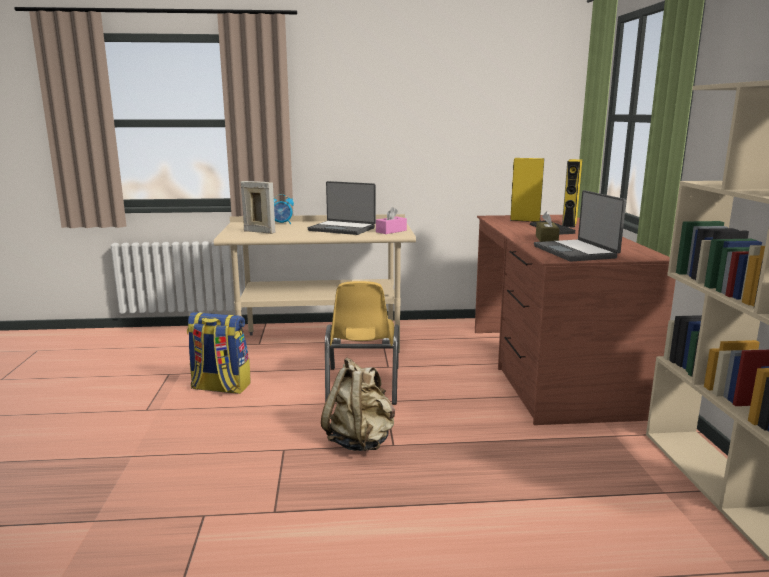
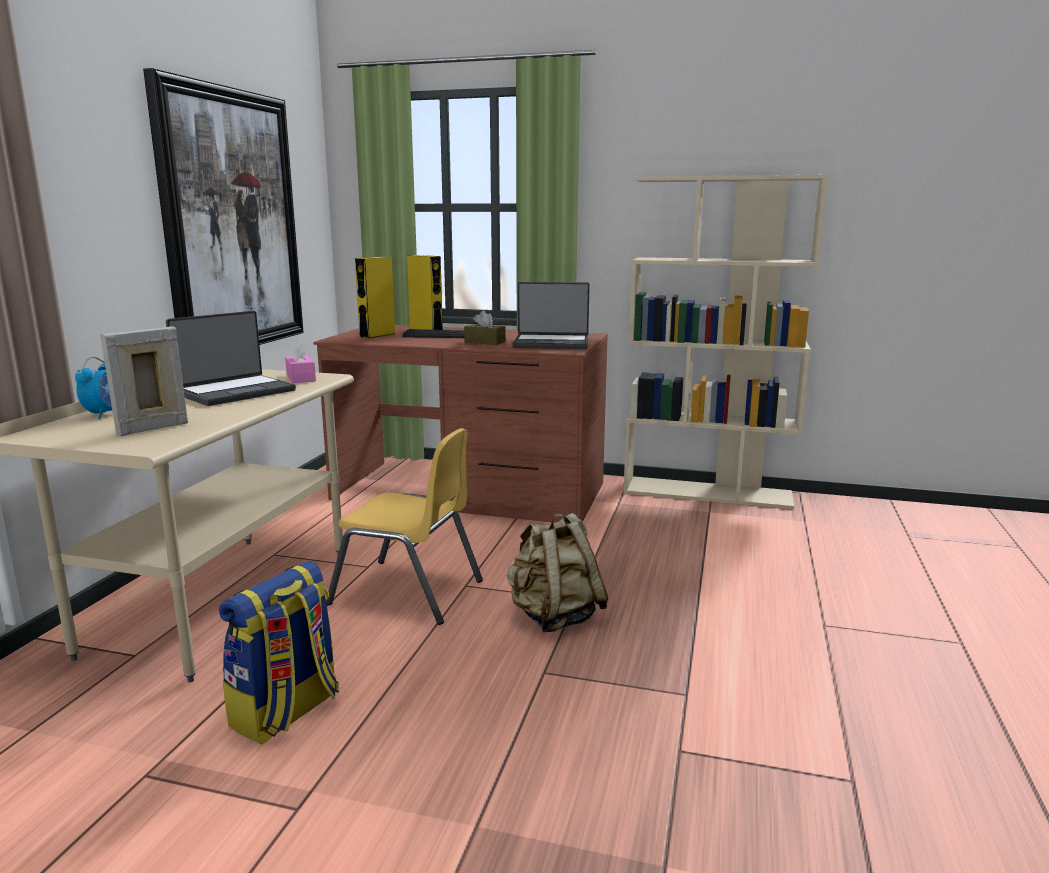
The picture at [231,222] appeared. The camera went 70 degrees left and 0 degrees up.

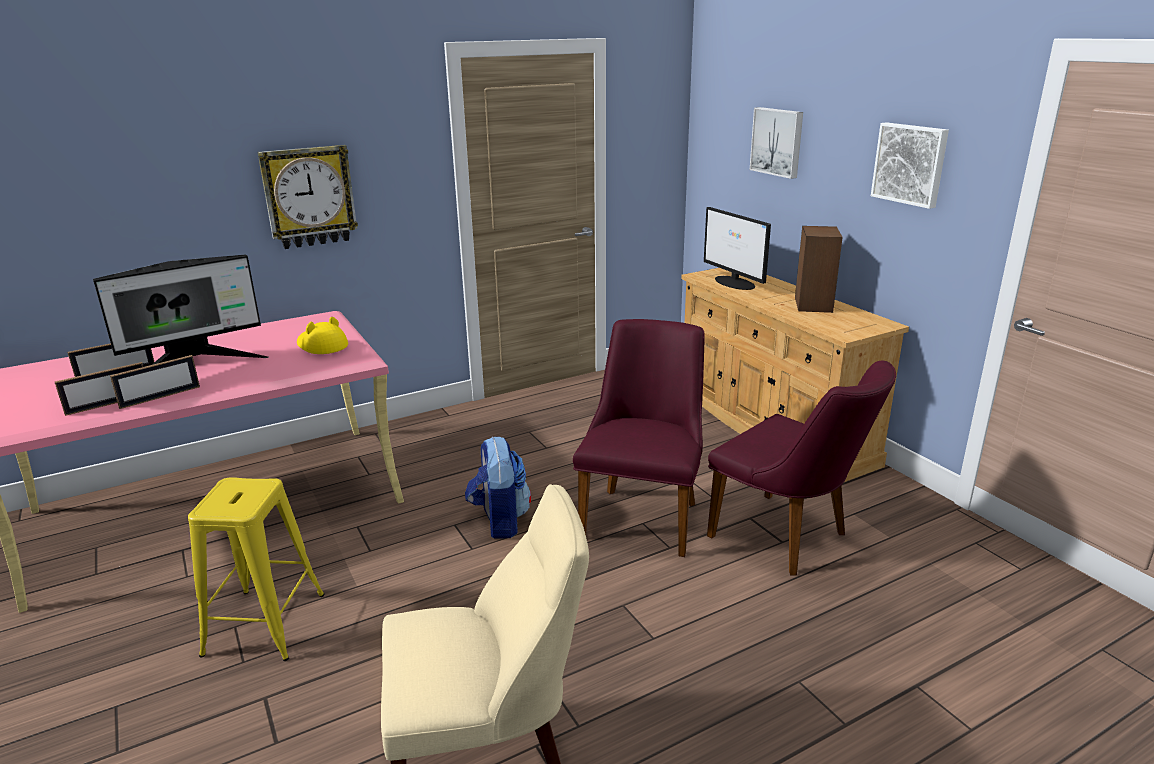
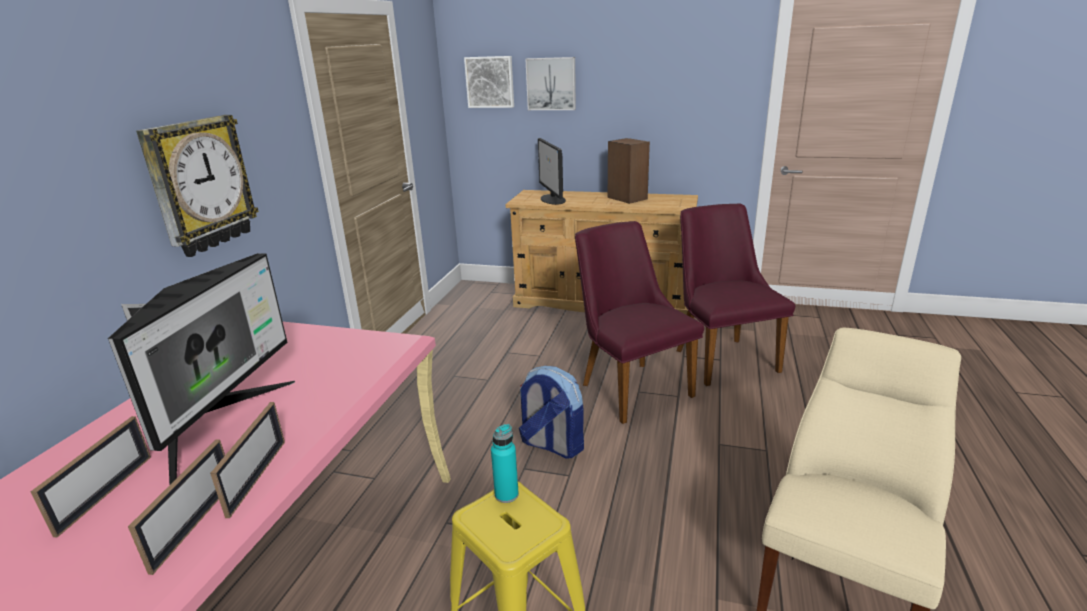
The yellow hat at [321,345] disappeared. The turquoise-coloured drink bottle at [506,494] appeared. The picture moved from [910,164] to [490,82]. The monitor at [735,283] turned 60 degrees clockwise. The purple plain chair at [789,539] turned 105 degrees counterclockwise. The camera went 45 degrees left and 0 degrees up.

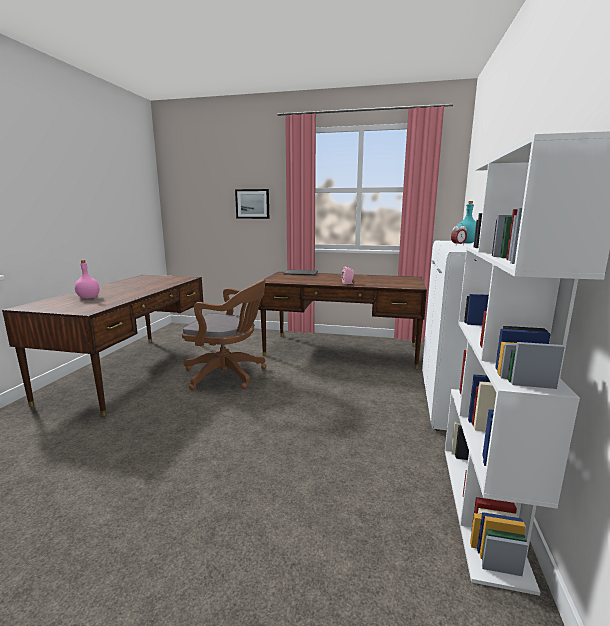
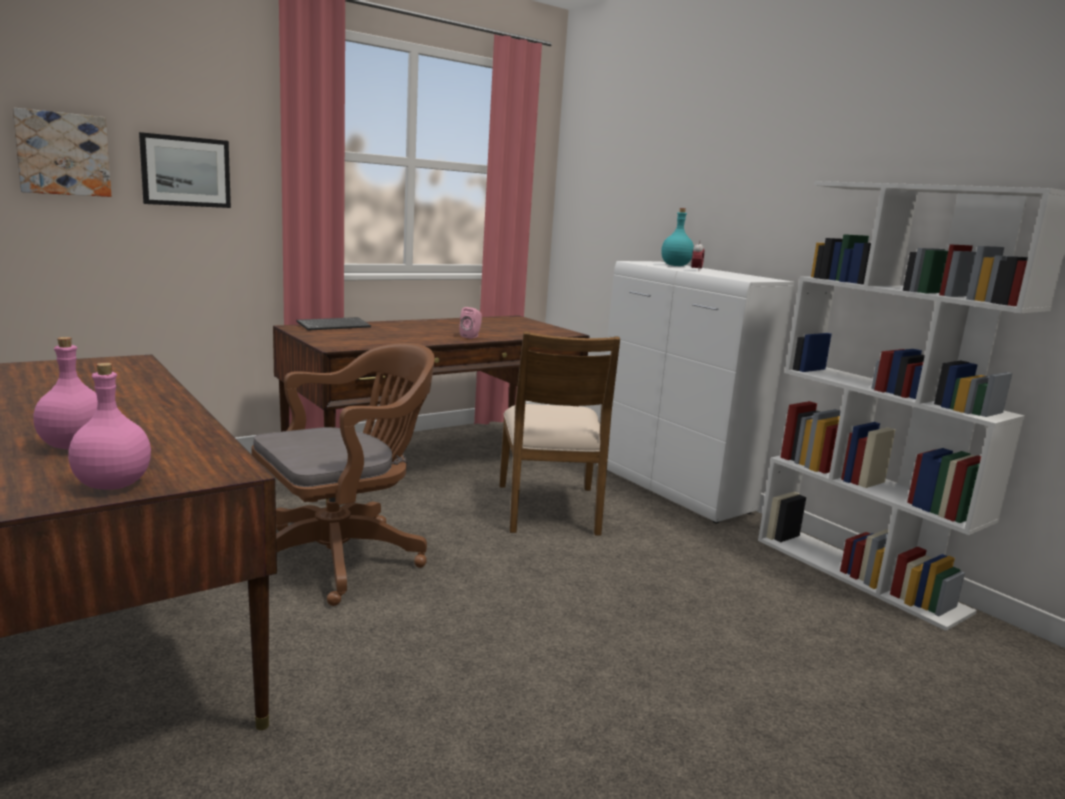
The picture at [63,154] appeared. The pinkish drink bottle at [114,485] appeared. The brown-coloured plain chair at [549,509] appeared. The camera went 50 degrees left and 0 degrees up.

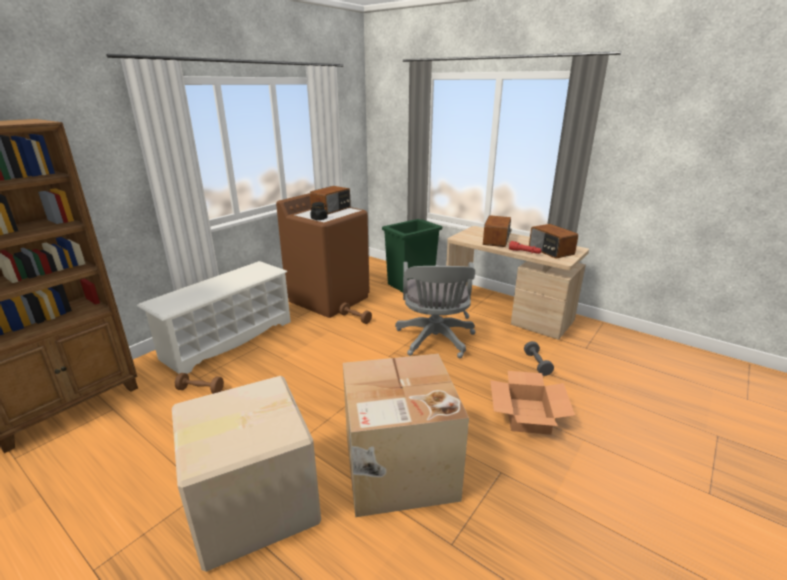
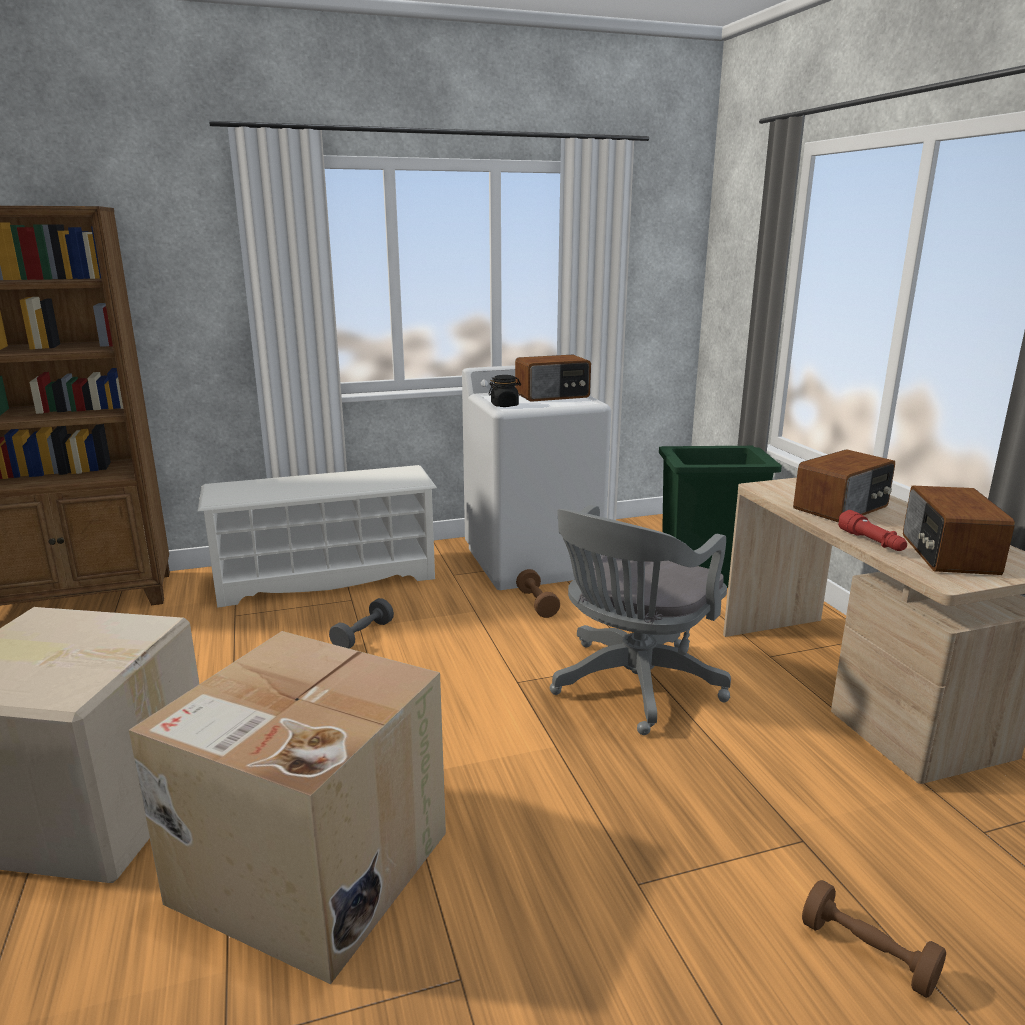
The packing box at [527,415] disappeared. The brown-coloured dumbbell moved from [200,390] to [867,953]. The gray dumbbell moved from [537,364] to [363,635]. The brown-coloured laundry machine at [329,299] became the white-coloured laundry machine at [533,561]. The camera went 35 degrees right and 5 degrees down.

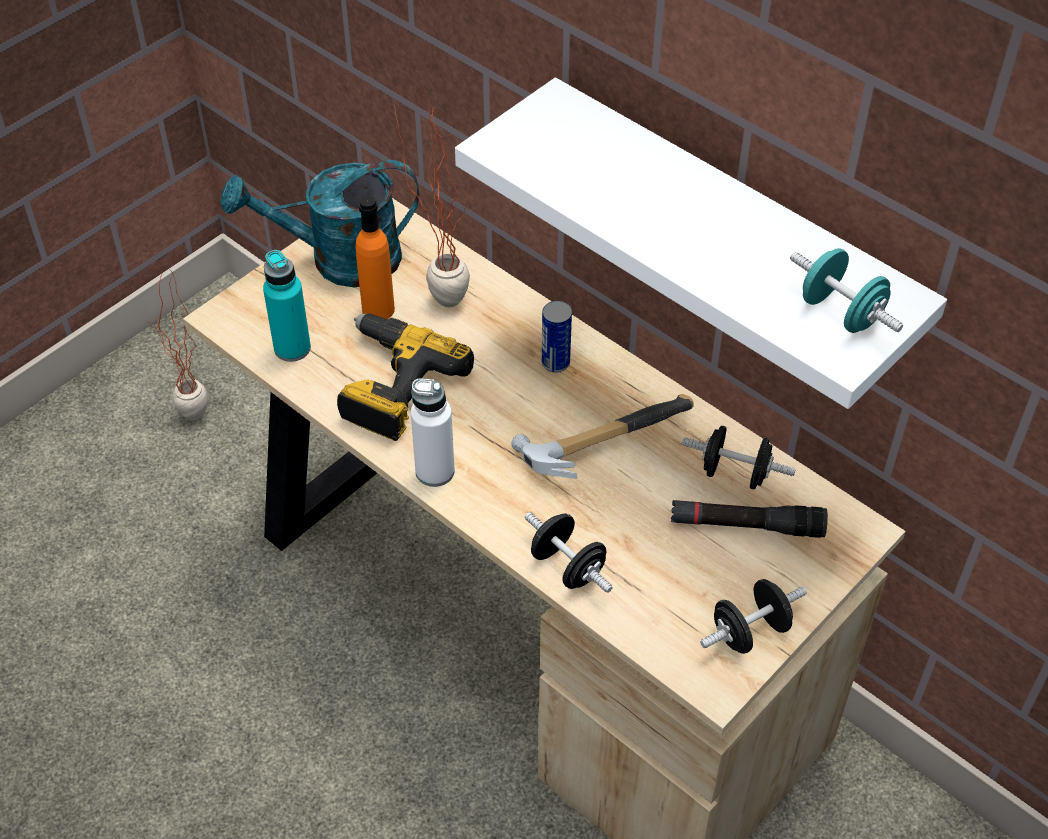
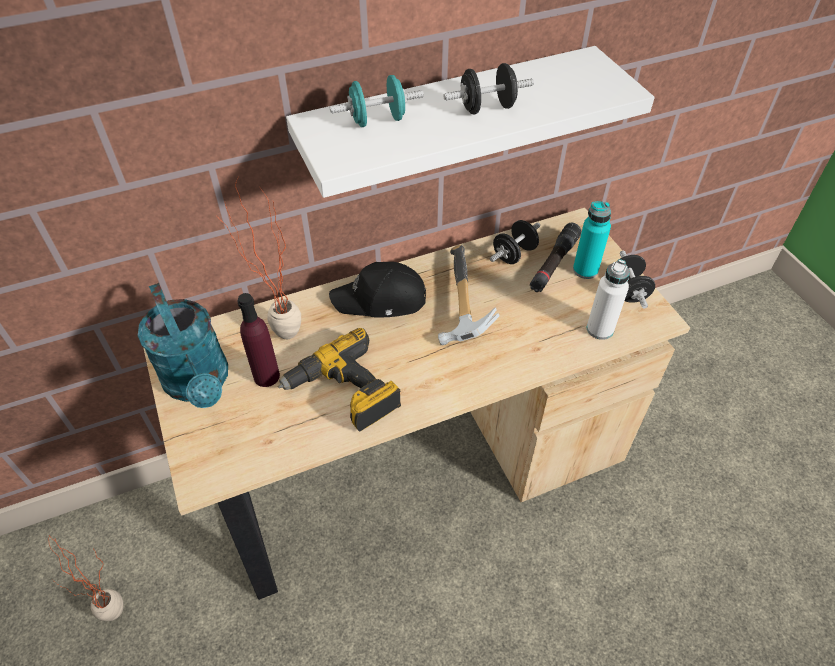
The turquoise-coloured drink bottle moved from [292,348] to [585,270]. The white-coloured drink bottle moved from [435,471] to [600,329]. The black-coloured dumbbell moved from [568,567] to [487,108]. The turquoise-coloured dumbbell moved from [841,312] to [377,120]. The can at [555,363] was replaced by the black-coloured cap at [380,300]. The orange drink bottle at [378,309] became the purple drink bottle at [266,376]. The turquoise-coloured sprinkling can at [339,260] turned 45 degrees counterclockwise. The camera went 65 degrees left and 0 degrees up.

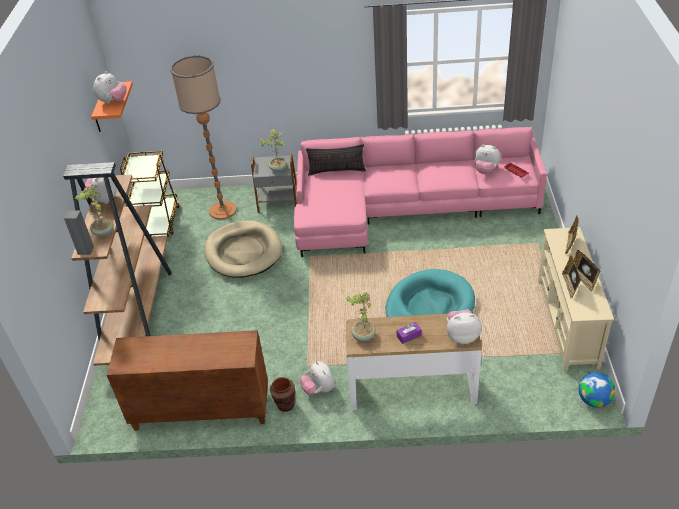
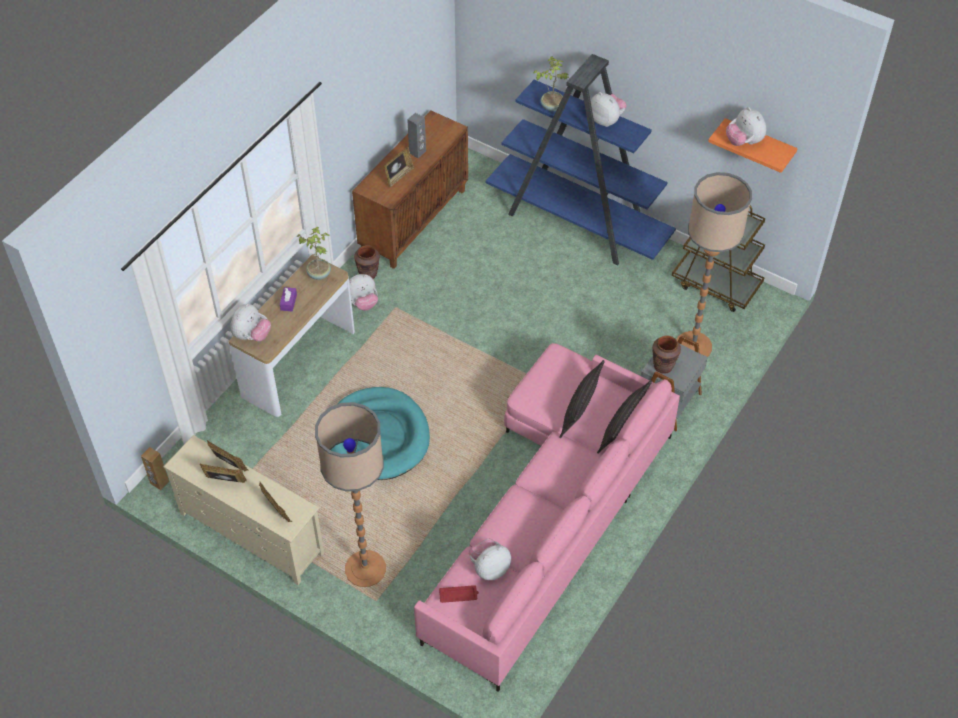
The beige-coloured dog bed at [243,252] disappeared. The floor lamp at [365,569] appeared. The standing frame at [399,176] appeared. The cushion at [580,409] appeared. The gray speaker moved from [86,250] to [417,152]. The potted plant at [278,169] was replaced by the brown-coloured vase at [663,366]. The world globe at [594,400] was replaced by the brown-coloured speaker at [159,482]. The brown-coloured bookshelf at [138,311] became the bluish bookshelf at [578,223]. The plush toy at [319,389] turned 150 degrees clockwise. The camera went 120 degrees right and 10 degrees up.

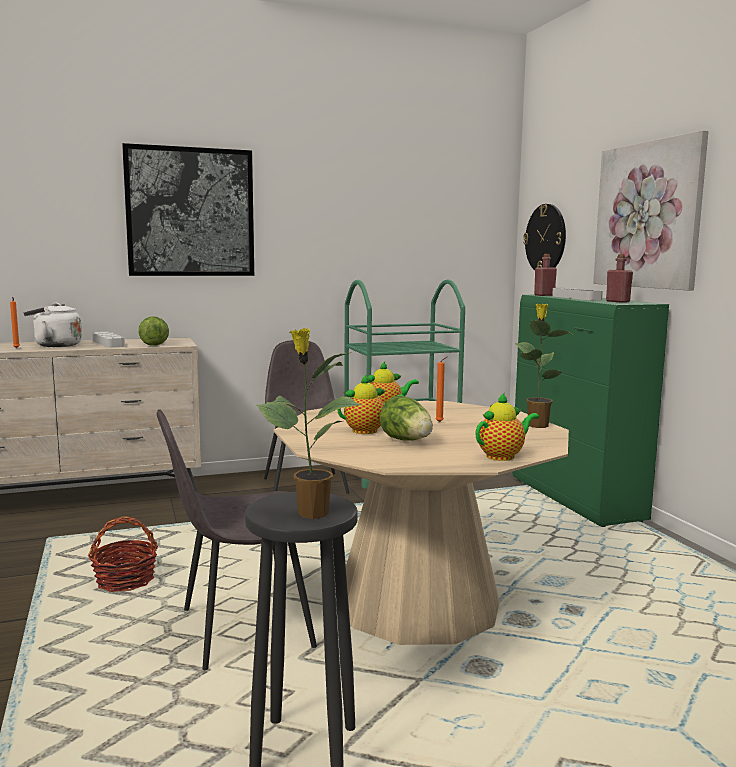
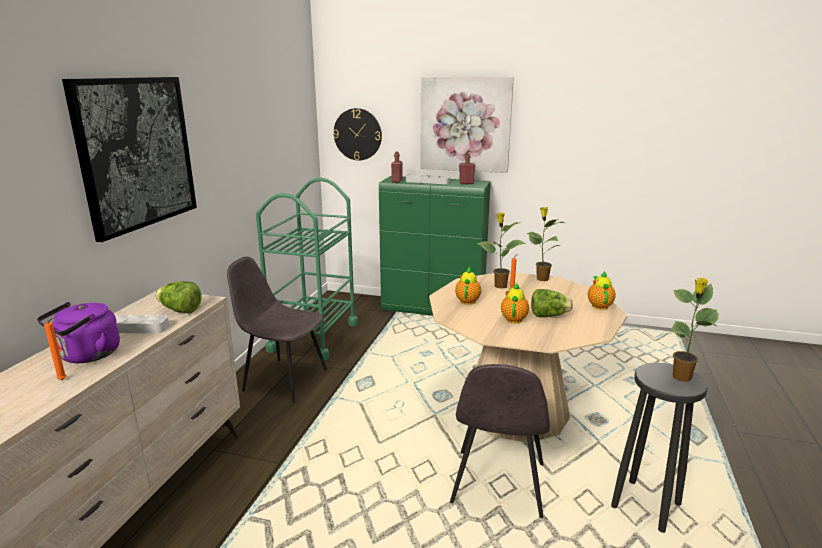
The storage basket at [125,580] disappeared. The potted plant at [499,286] appeared. The white-coloured kettle at [55,345] became the purple kettle at [87,356]. The camera went 55 degrees left and 10 degrees up.

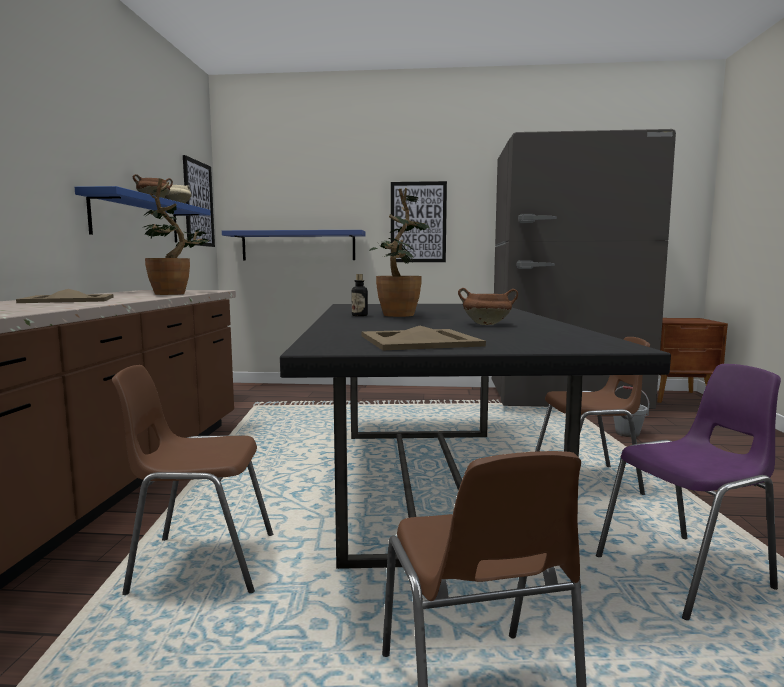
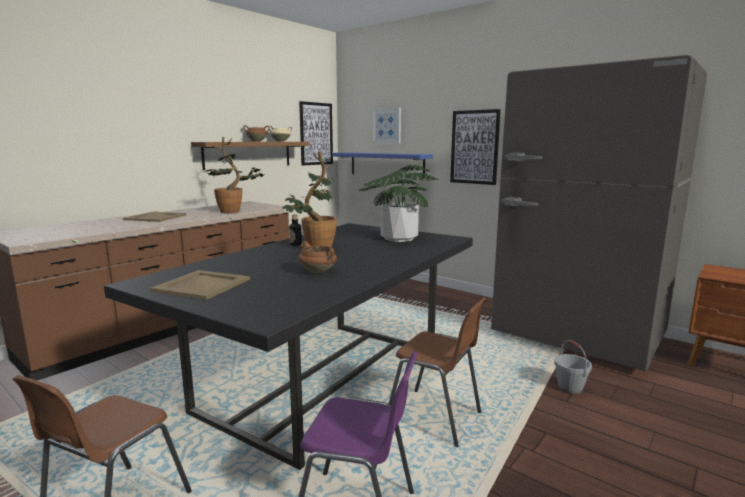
The brown-coloured plain chair at [201,563] disappeared. The potted plant at [398,238] appeared. The picture at [387,126] appeared. The bluish bracket shelf at [137,219] became the brown-coloured bracket shelf at [248,154]. The camera went 35 degrees right and 5 degrees up.

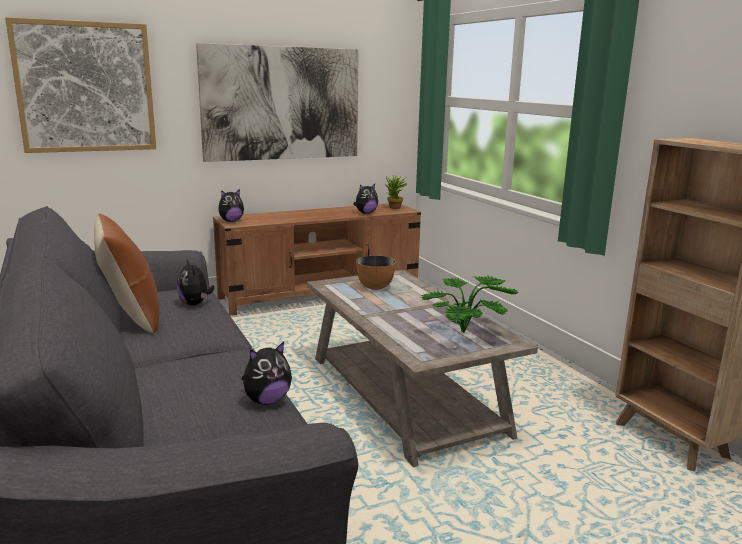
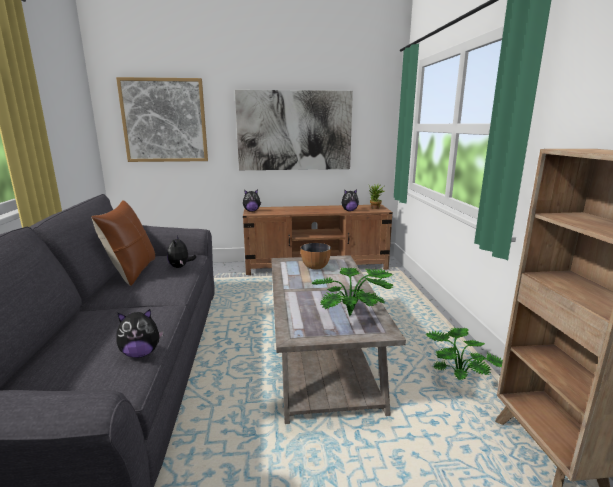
The potted plant at [459,376] appeared. The camera went 20 degrees right and 0 degrees up.

